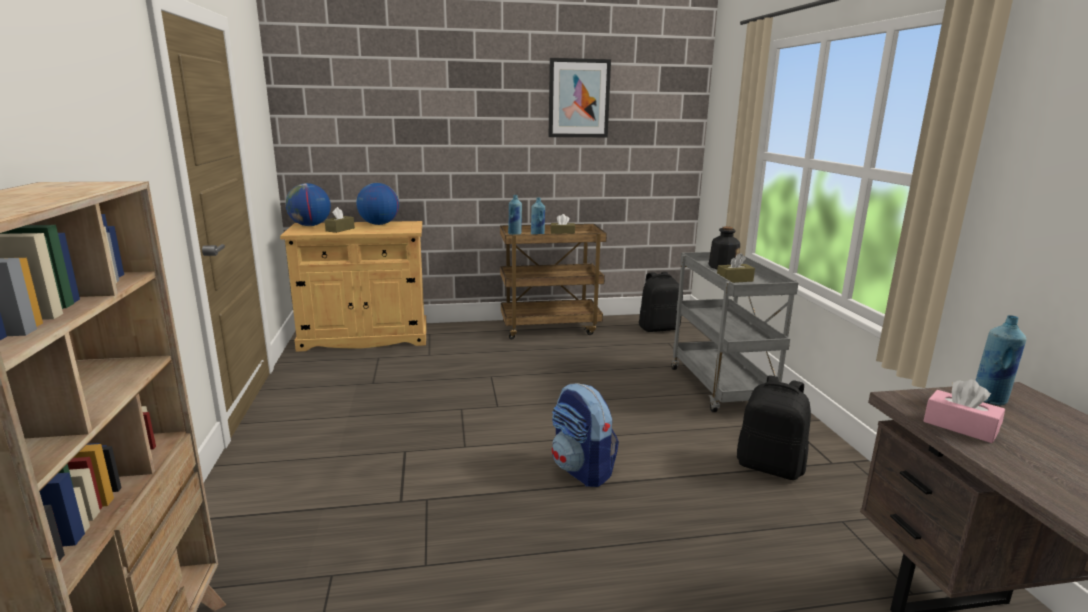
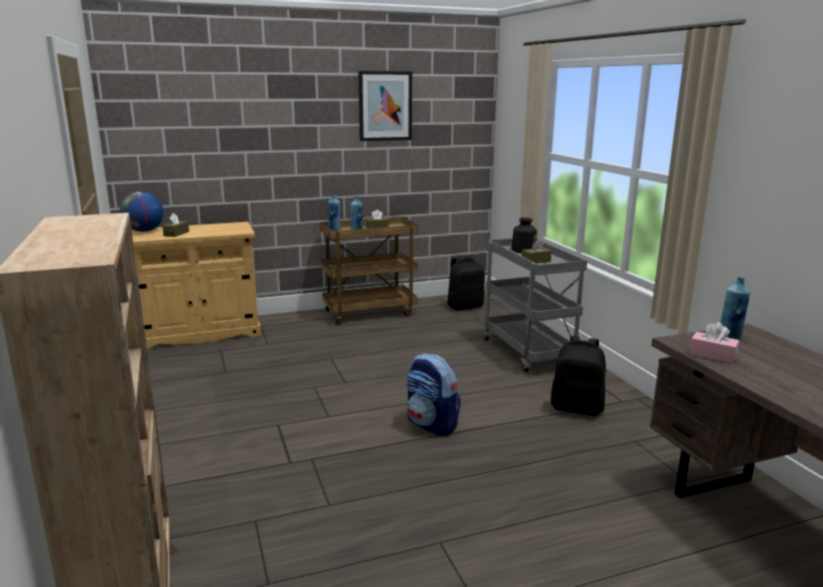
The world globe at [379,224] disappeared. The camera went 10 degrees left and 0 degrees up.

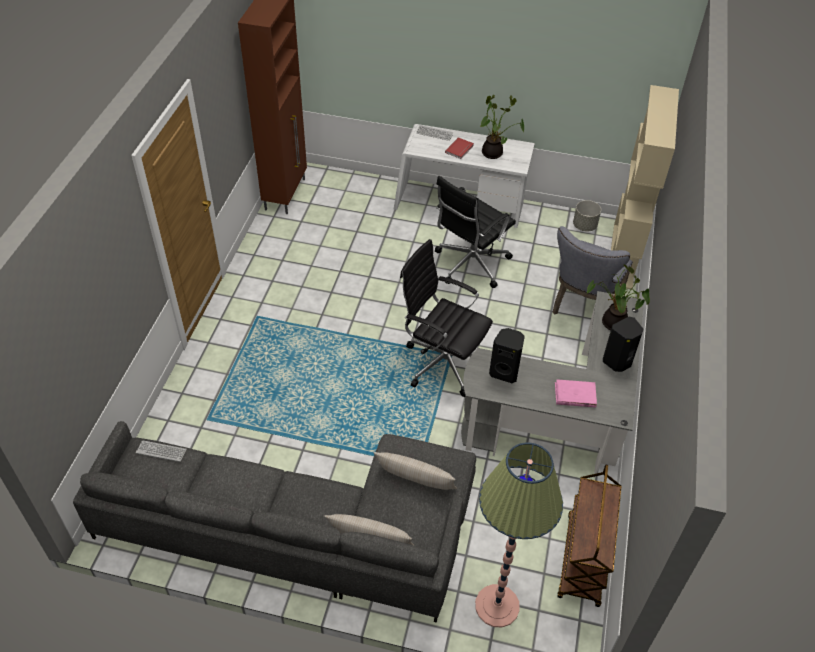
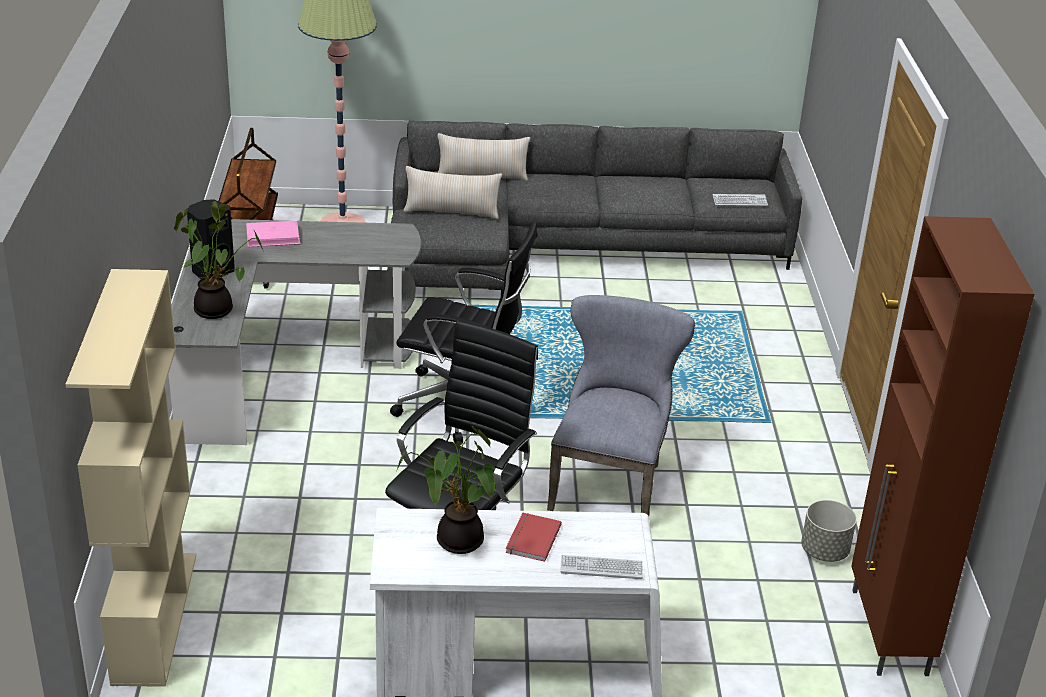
The black-coloured speaker at [505,372] disappeared. The gray plain chair moved from [583,306] to [610,482]. The gray planter moved from [584,226] to [824,551]. The camera went 165 degrees right and 15 degrees down.

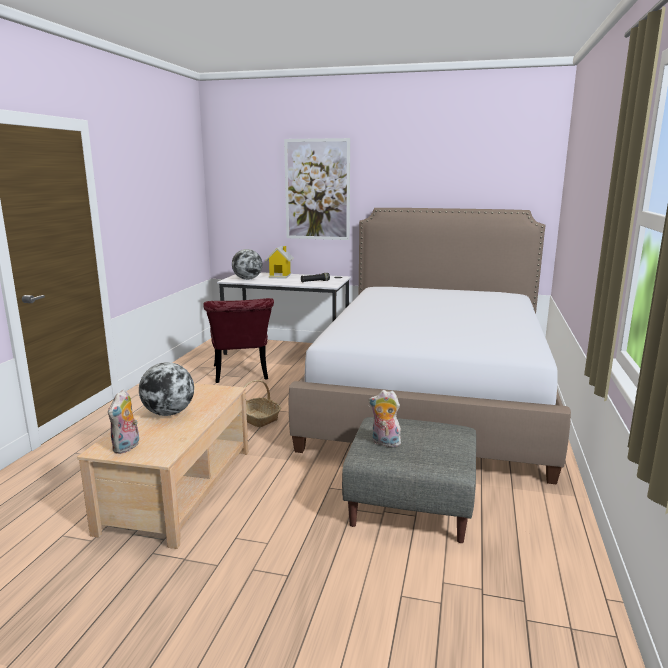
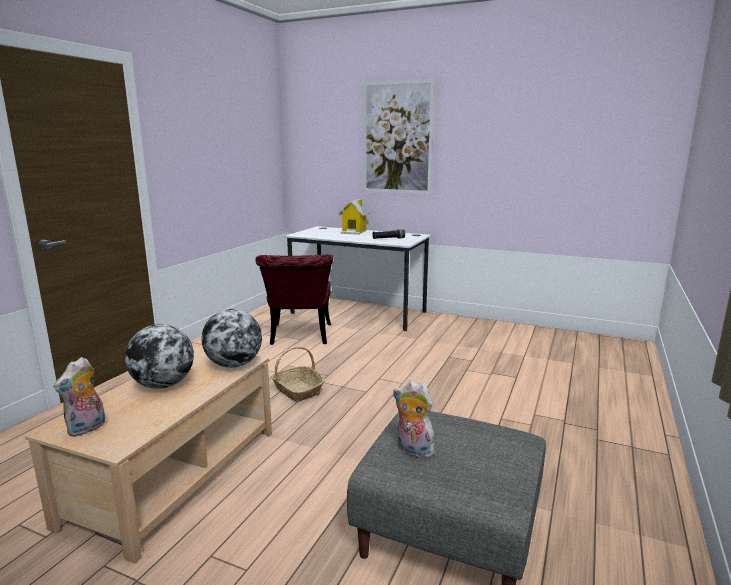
The sleeping bed at [433,397] disappeared. The world globe moved from [247,279] to [234,365]. The camera went 10 degrees right and 0 degrees up.

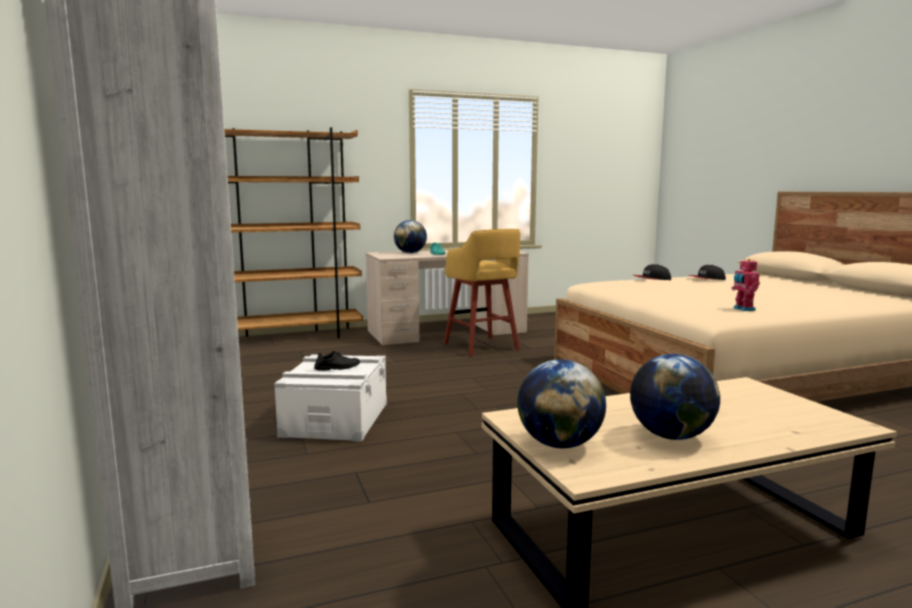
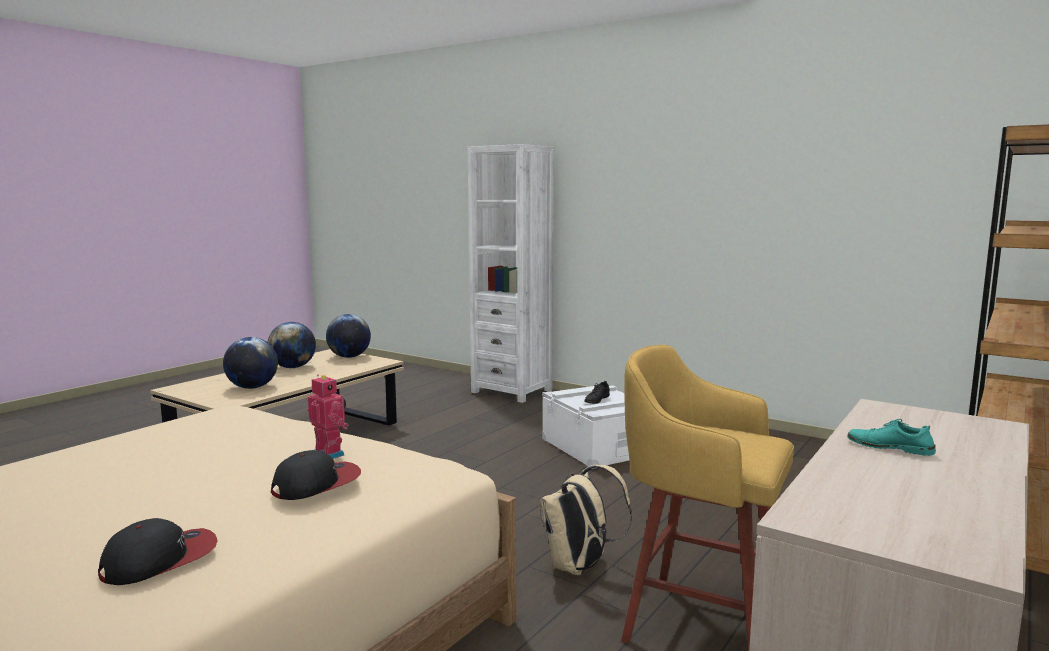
The beige-coloured knapsack at [579,567] appeared. The world globe moved from [410,253] to [252,387]. The robot figure moved from [743,309] to [330,454]. The camera went 145 degrees right and 0 degrees up.

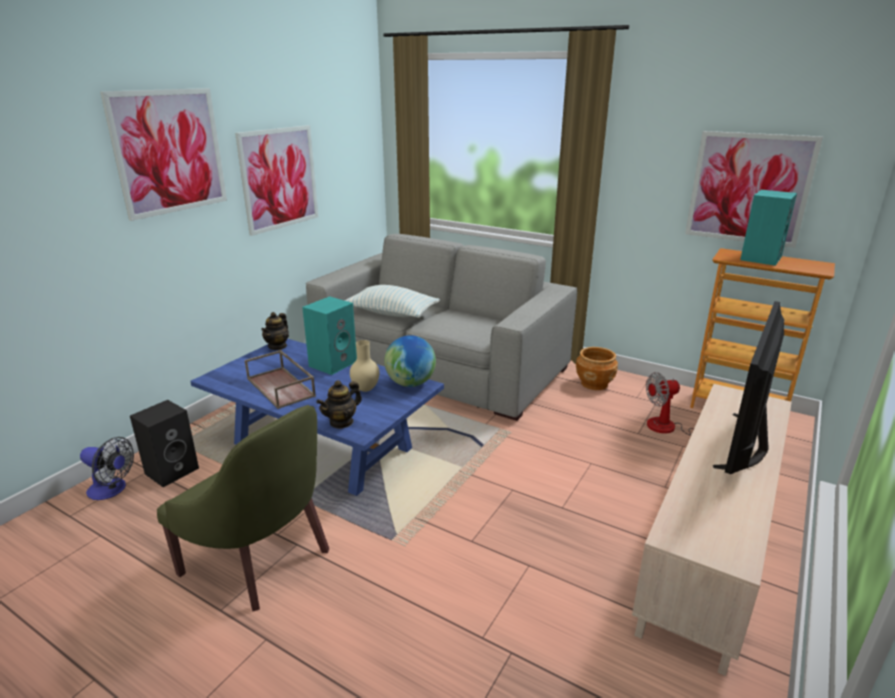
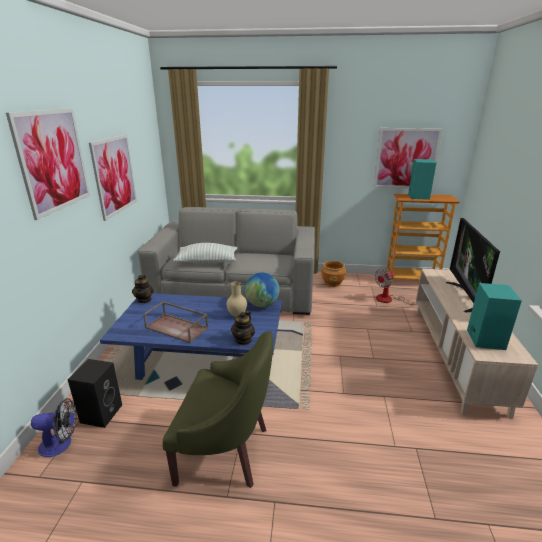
The turquoise-coloured speaker moved from [333,363] to [484,338]. The camera went 25 degrees left and 0 degrees up.

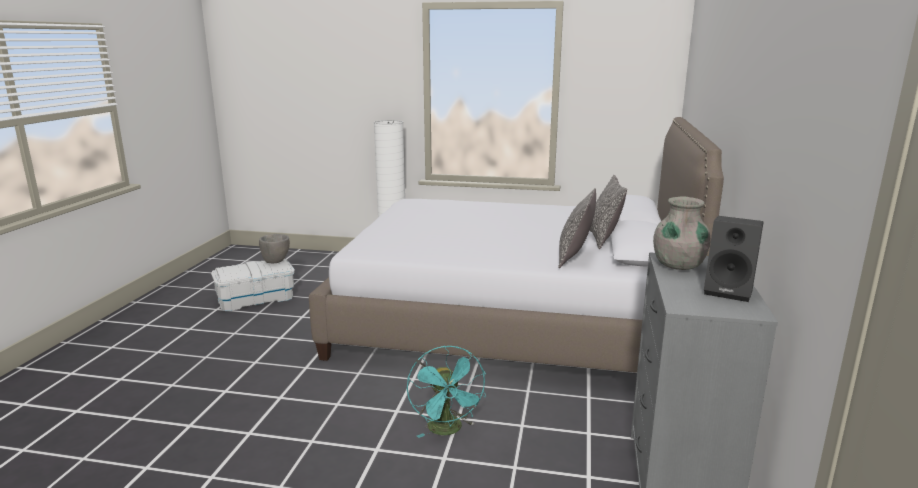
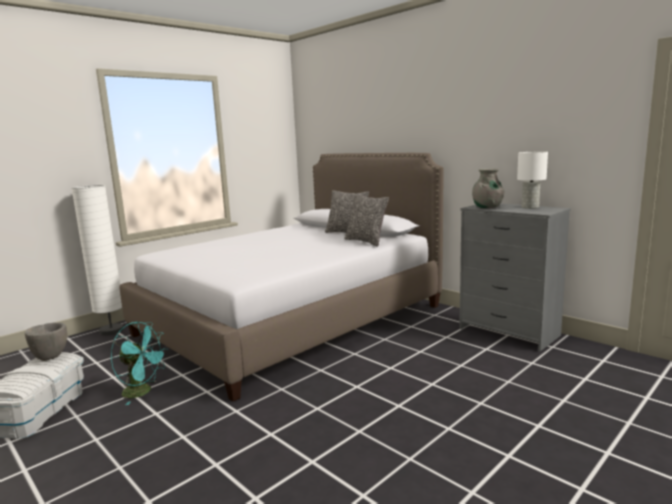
The turquoise-coloured fan moved from [448,430] to [143,392]. The black-coloured speaker at [729,291] was replaced by the white-coloured lamp for a table at [530,207]. The camera went 55 degrees left and 5 degrees down.

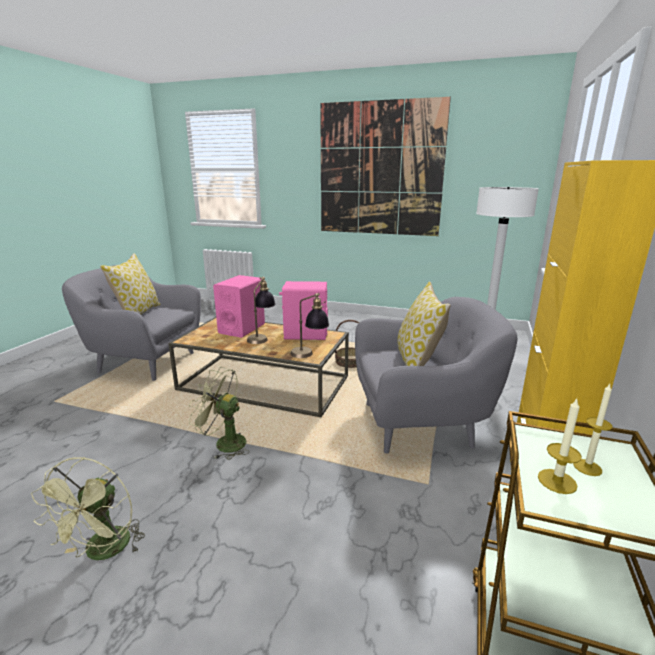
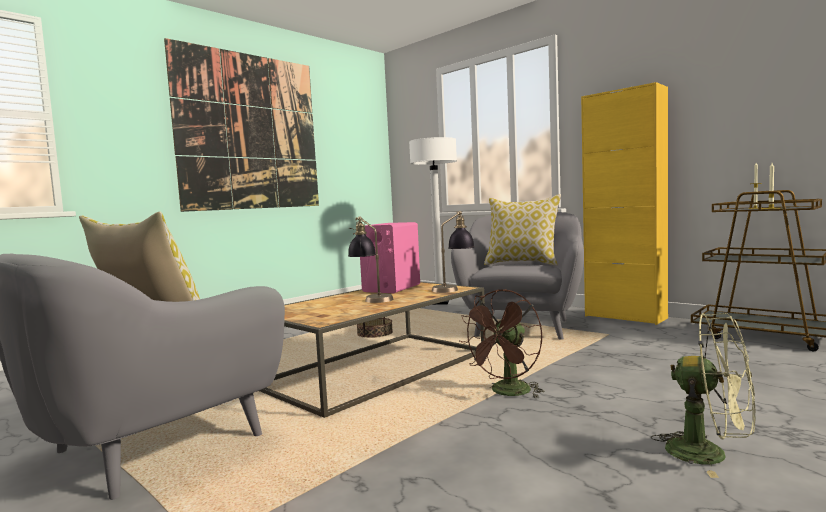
The pinkish speaker at [242,328] disappeared. The greenish fan at [224,443] became the brown-coloured fan at [507,393]. The camera went 65 degrees left and 15 degrees down.

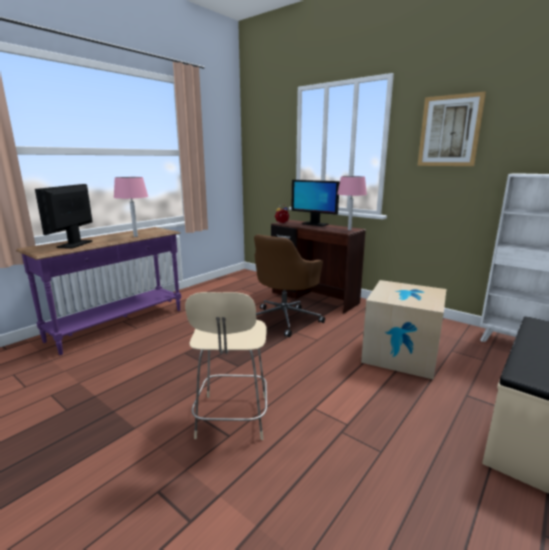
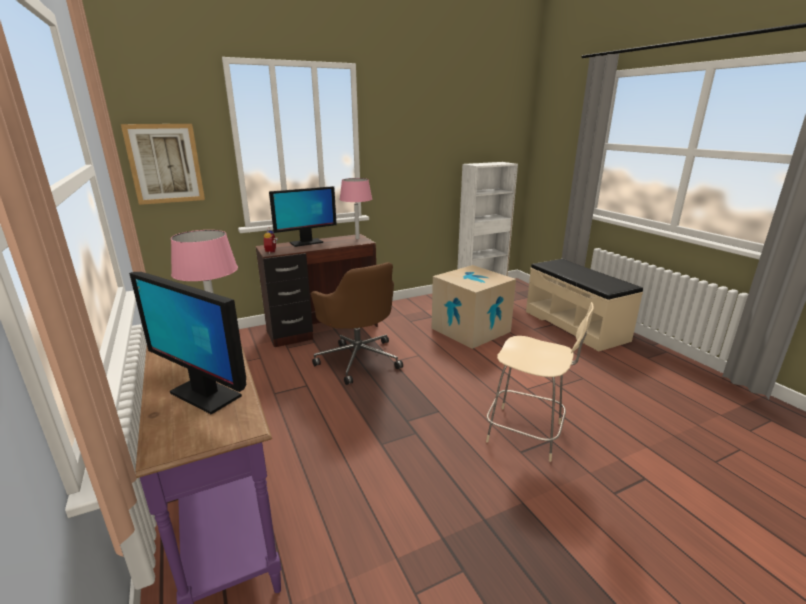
The picture moved from [449,131] to [165,164]. The camera went 65 degrees left and 5 degrees up.

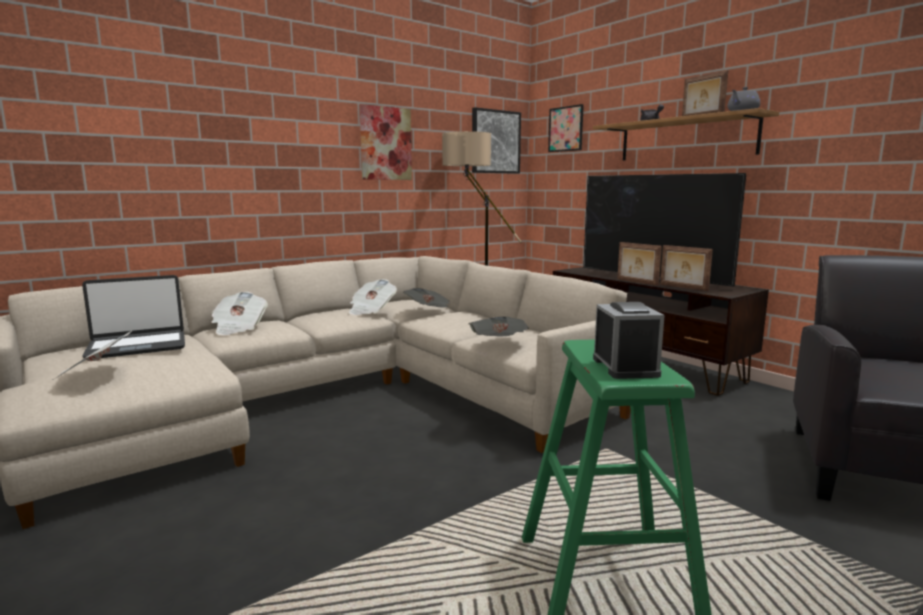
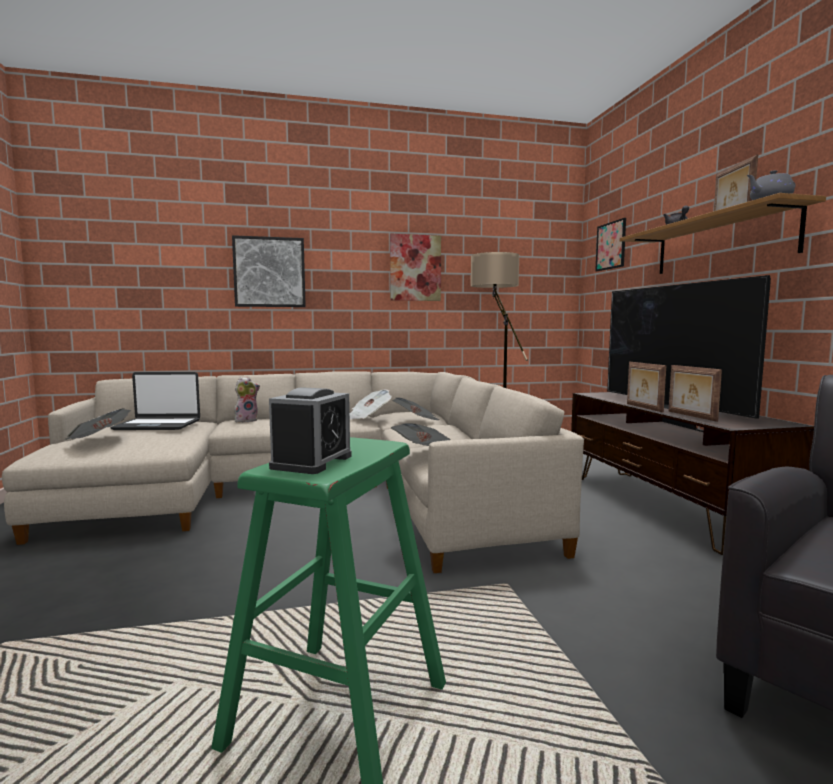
The picture moved from [495,142] to [269,272]. The printed paper at [238,328] was replaced by the plush toy at [246,420]. The camera went 25 degrees right and 5 degrees down.

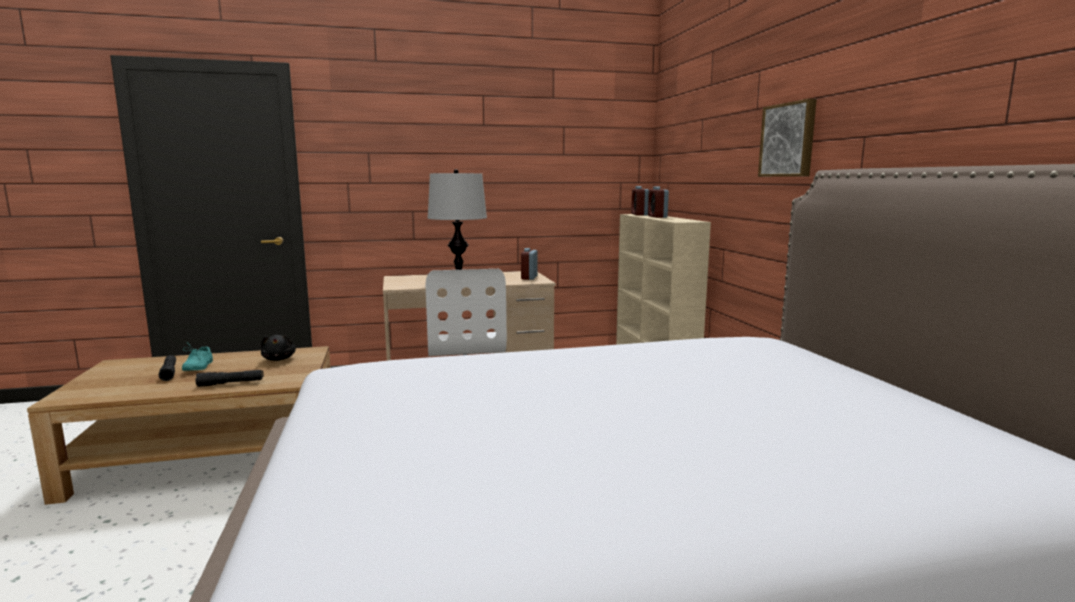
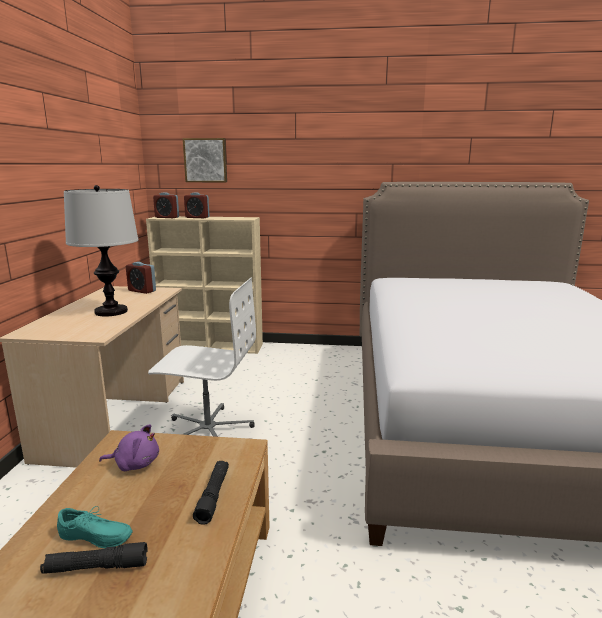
The picture moved from [789,140] to [206,160]. The black-coloured plush toy at [279,359] became the purple plush toy at [135,464]. The camera went 70 degrees left and 5 degrees up.

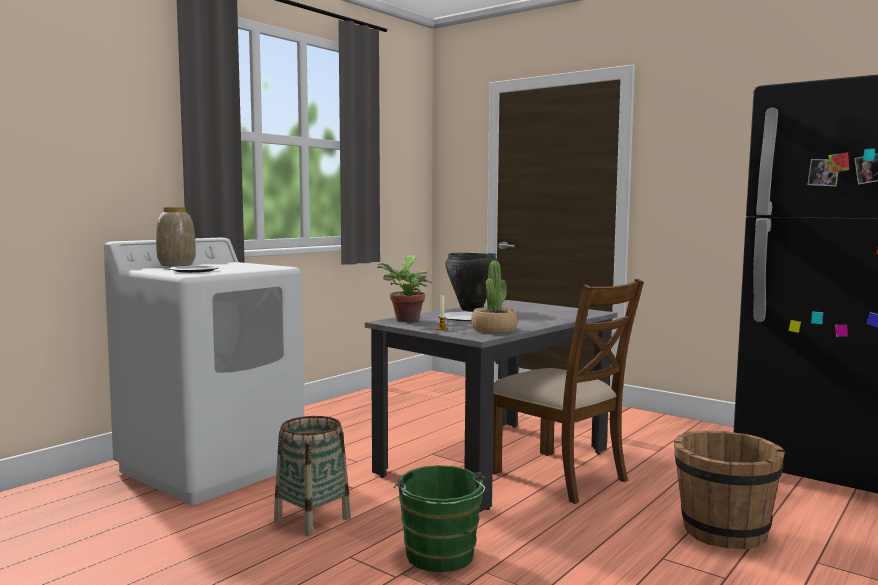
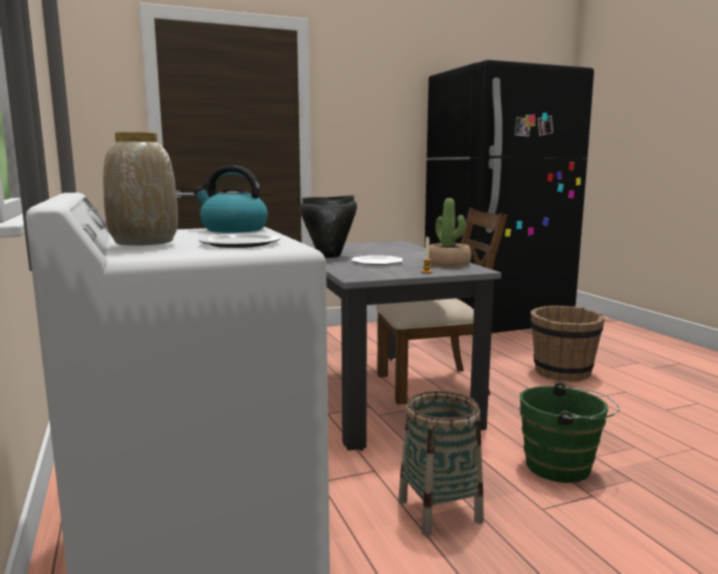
The potted plant at [406,320] disappeared. The kettle at [233,229] appeared. The camera went 60 degrees left and 5 degrees up.

